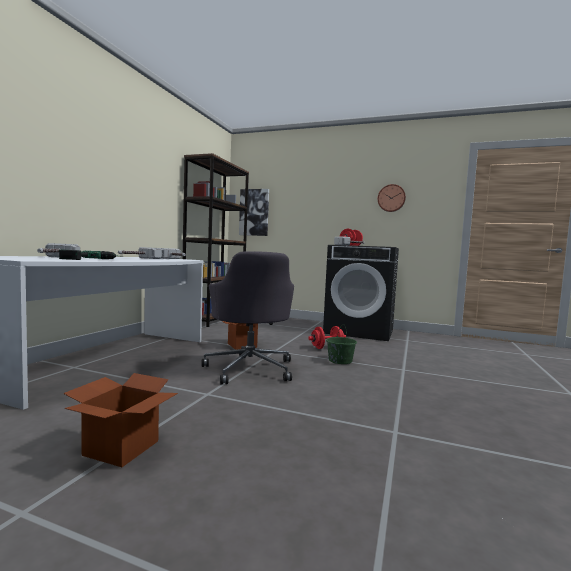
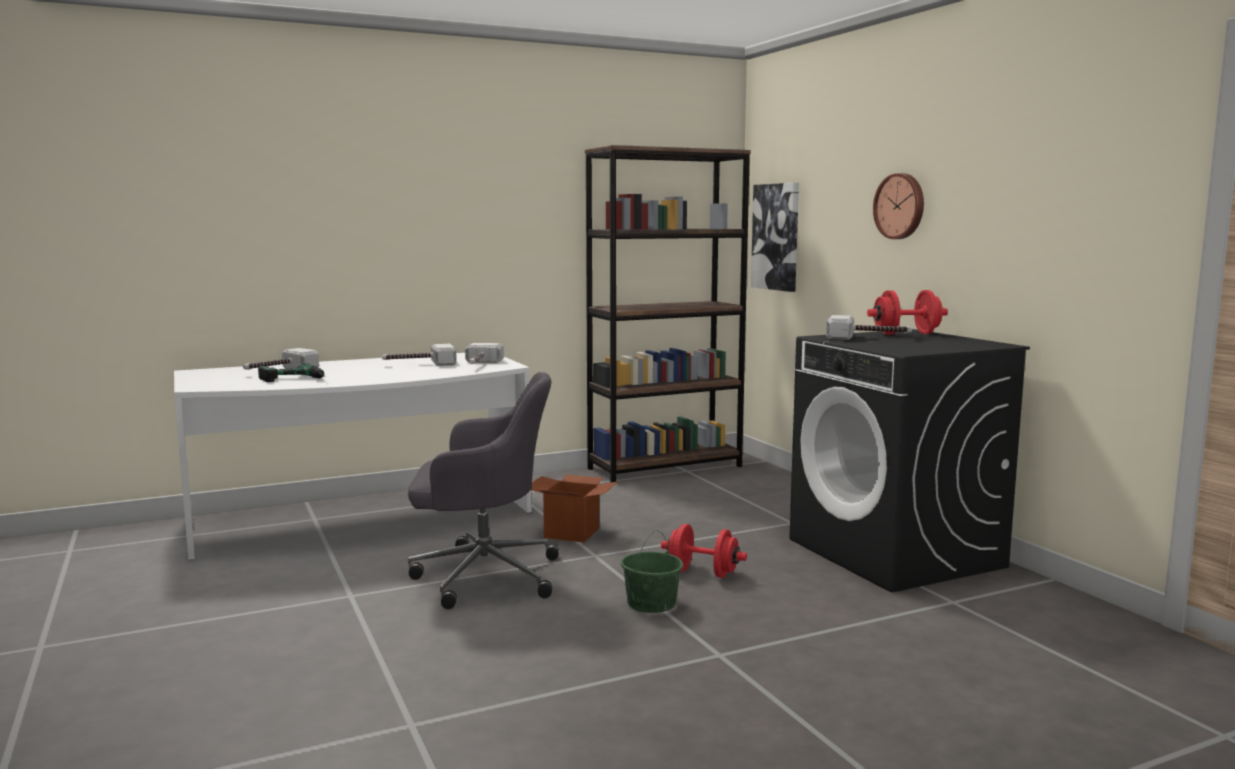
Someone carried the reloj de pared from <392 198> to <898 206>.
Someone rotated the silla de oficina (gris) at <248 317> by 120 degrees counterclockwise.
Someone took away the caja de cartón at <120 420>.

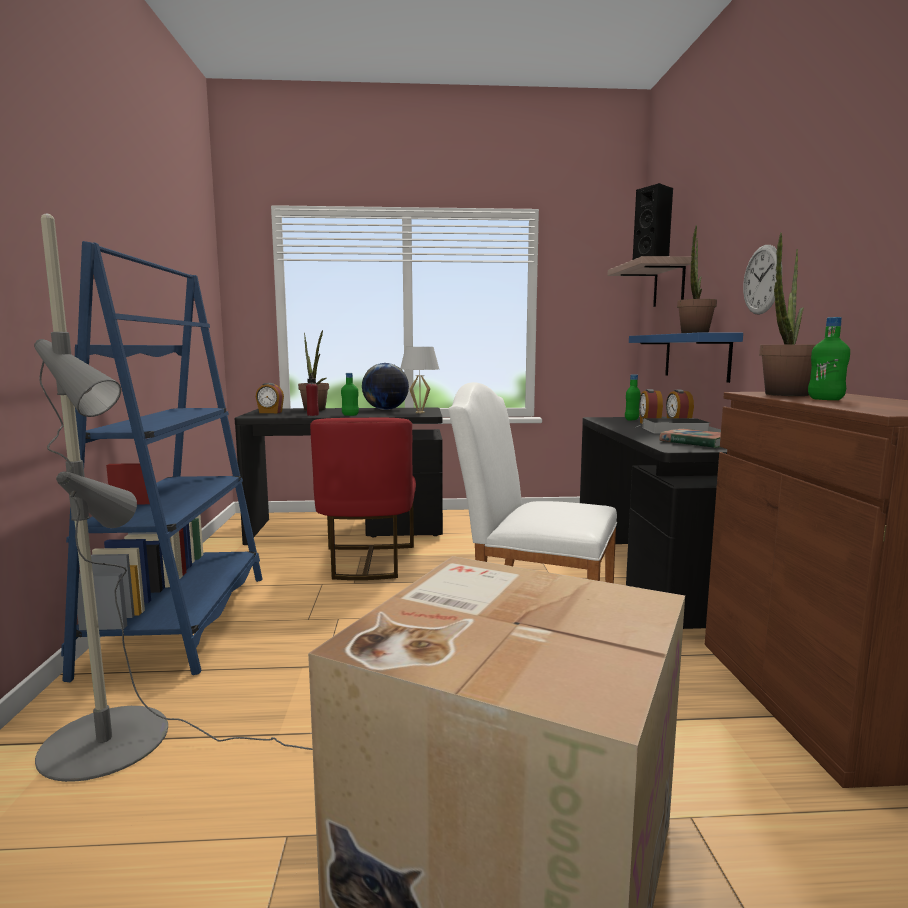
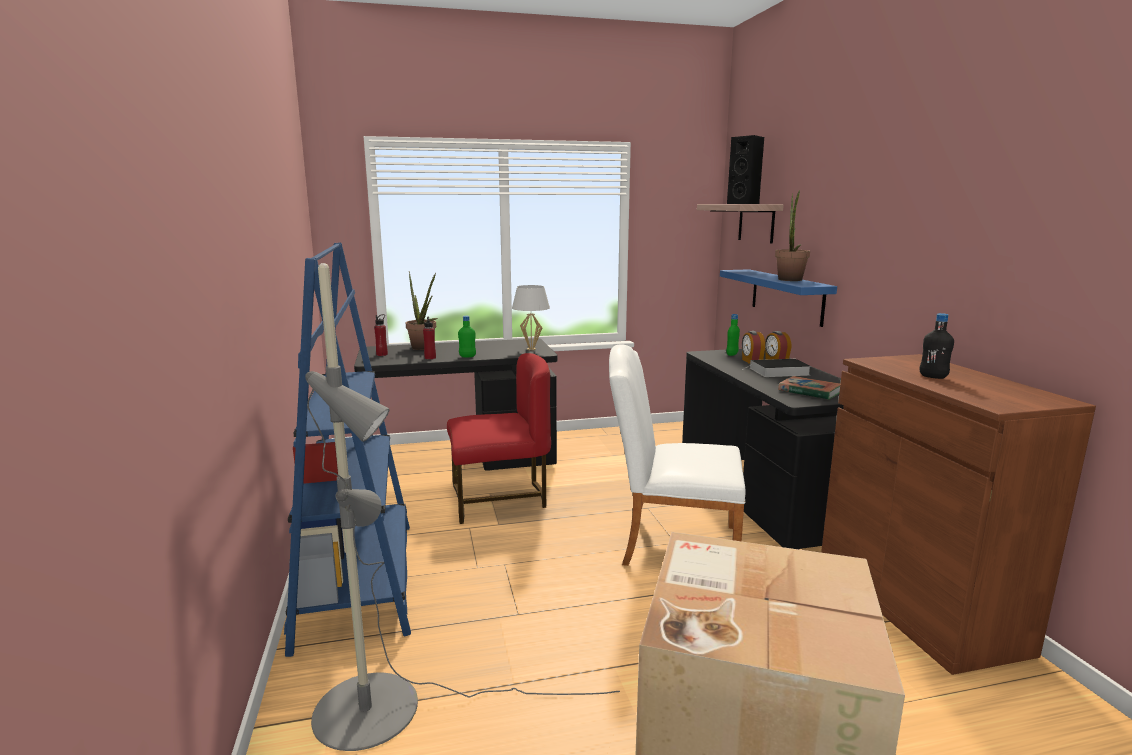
Someone took away the planta en maceta at <787 314>.
Someone took away the reloj de pared at <762 280>.
Someone repainted the botella (verde) at <829 358>, which became the botella (negro) at <936 346>.
Someone took away the globo terráqueo at <385 386>.
Someone swapped the despertador at <270 398> for the botella (rojo) at <381 335>.
Someone rotated the silla (rojo) at <363 499> by 90 degrees counterclockwise.

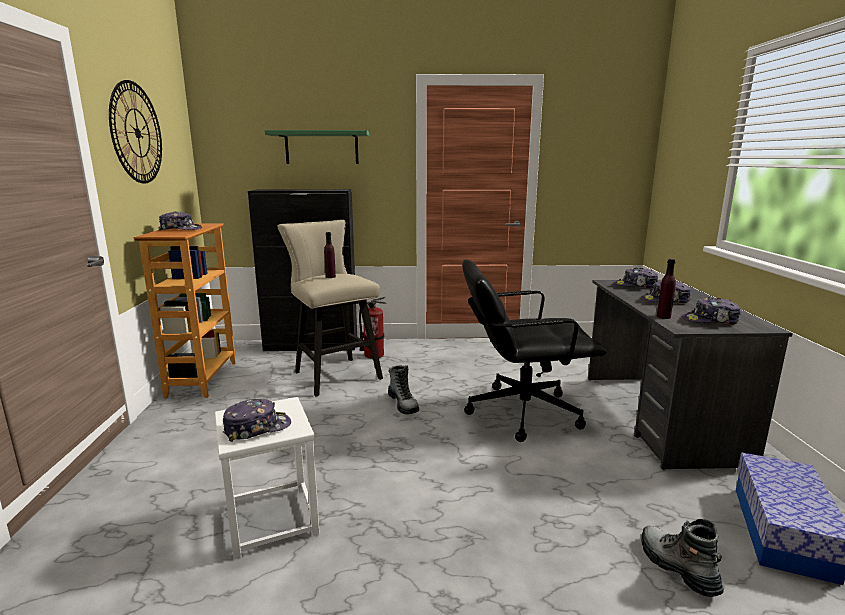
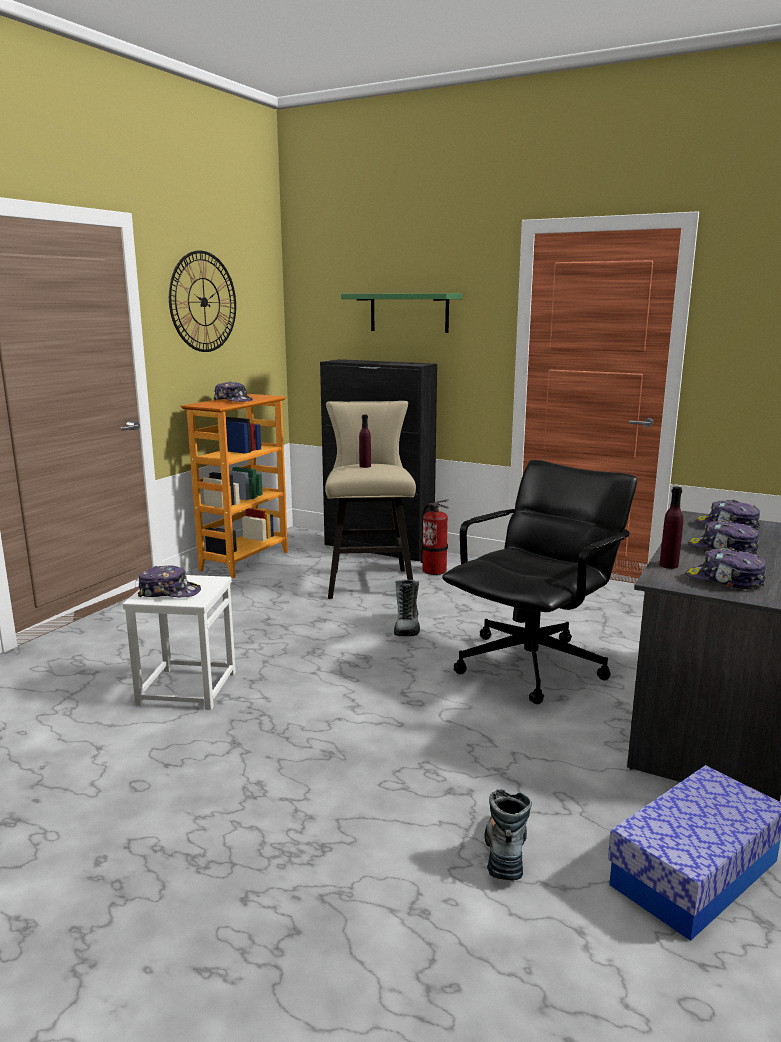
Someone rotated the silla de oficina (negro) at <534 350> by 105 degrees clockwise.

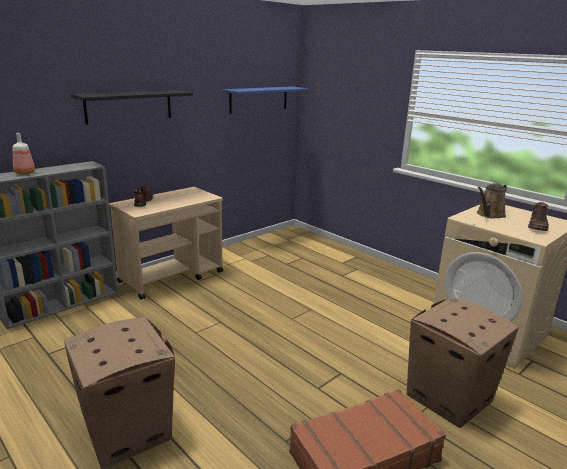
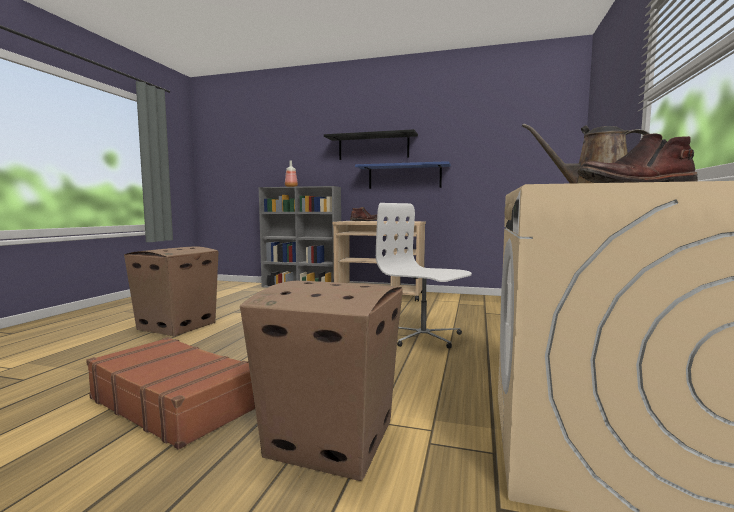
Someone carried the estante (azul) from <265 100> to <403 175>.
Someone put down the silla de oficina (blanco) at <424 276>.

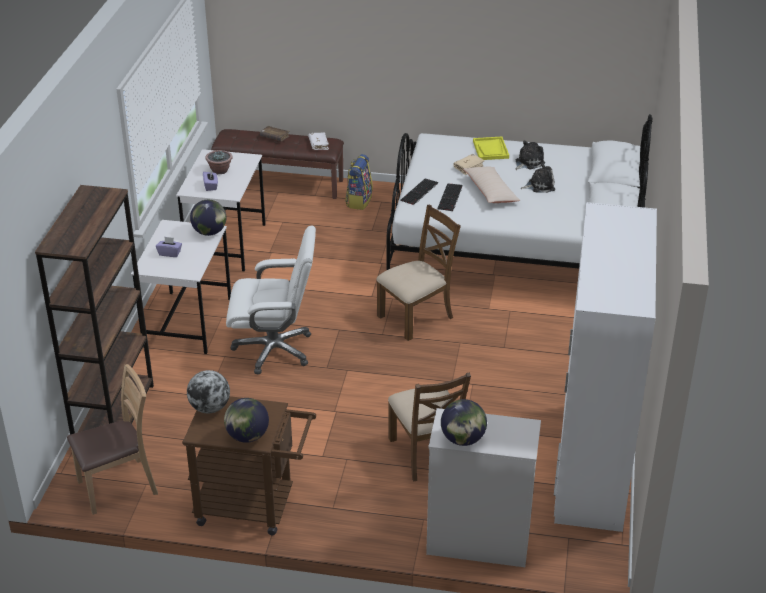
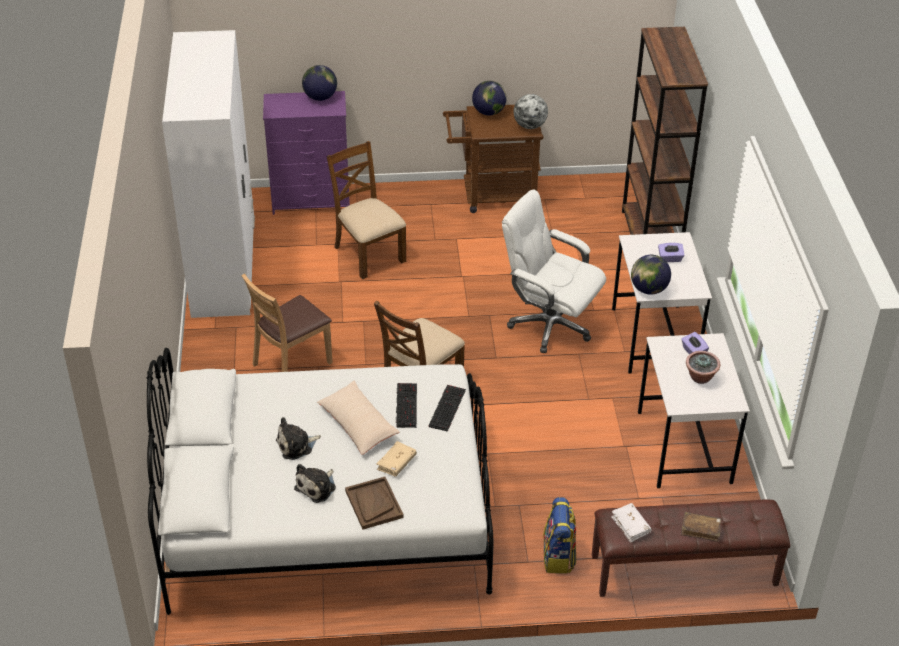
Someone repainted the bandeja (amarillo) at <491 148>, which became the bandeja (marrón) at <374 503>.
Someone rotated the silla de oficina (blanco) at <271 300> by 45 degrees clockwise.
Someone carried the silla (marrón) from <112 439> to <287 322>.
Someone repainted the cómoda (blanco) at <483 487>, which became the cómoda (morado) at <306 153>.

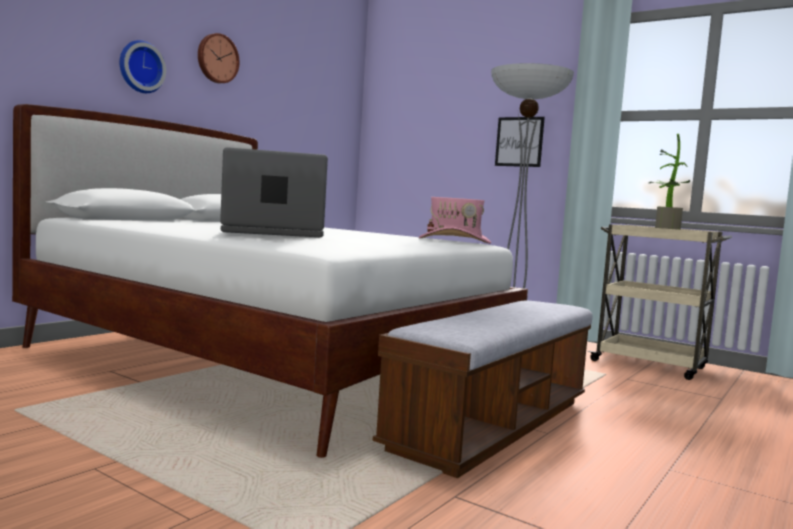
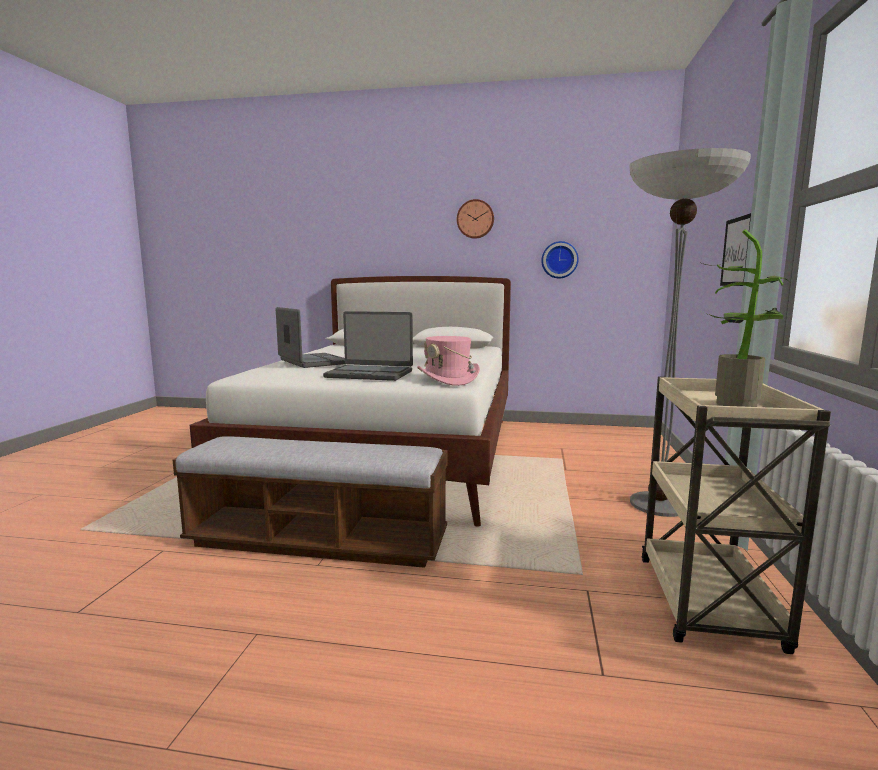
Someone carried the reloj de pared from <143 66> to <560 259>.
Someone put down the portátil at <368 346>.

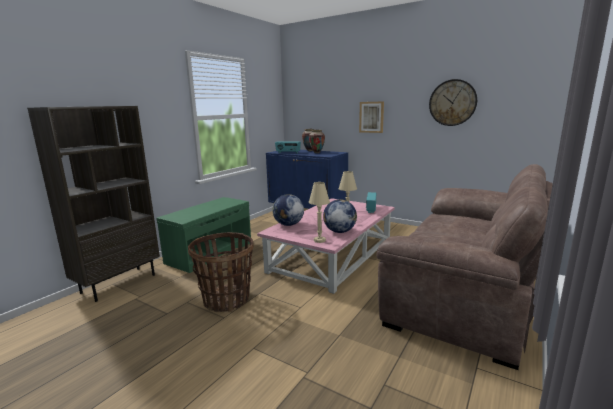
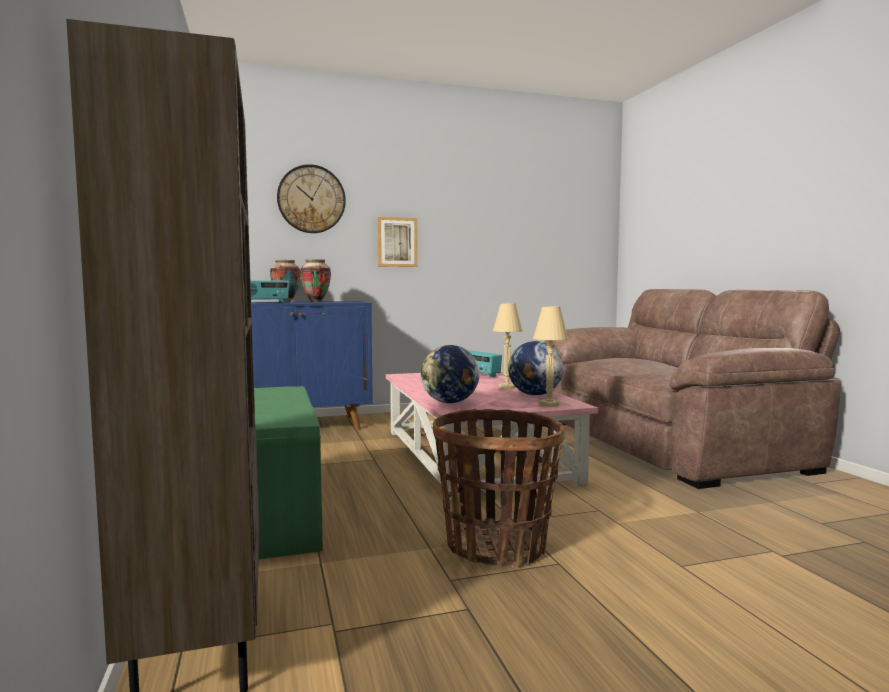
Someone carried the reloj de pared from <453 102> to <311 198>.

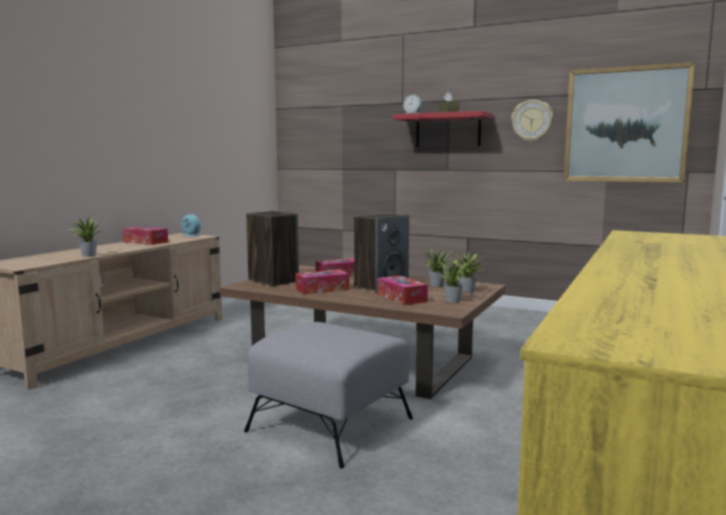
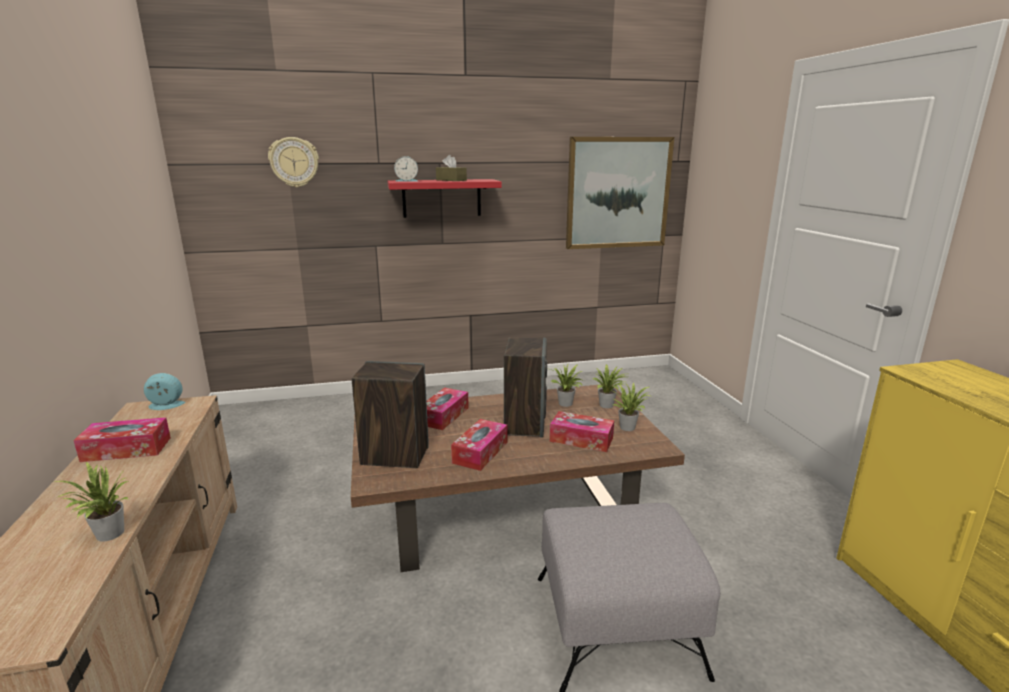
Someone carried the reloj de pared from <532 121> to <293 162>.

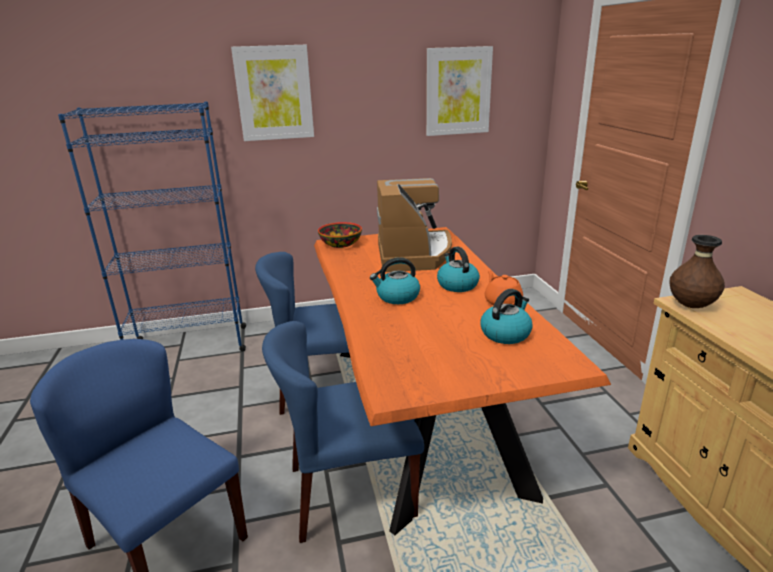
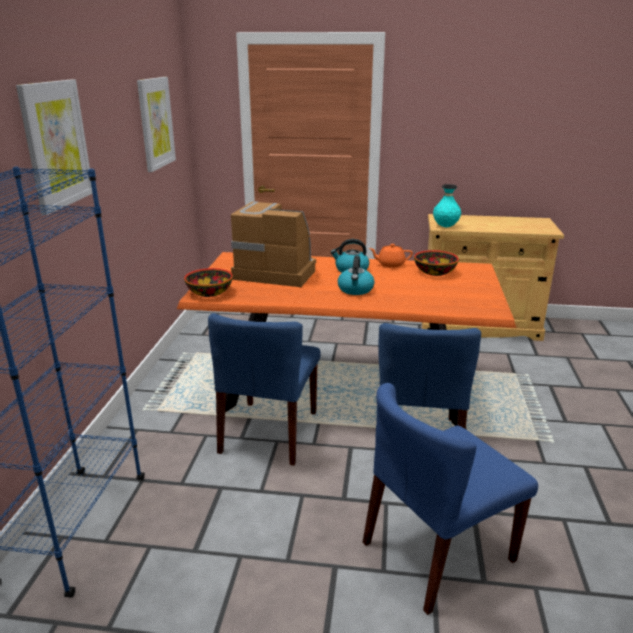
Someone repainted the florero (marrón) at <697 271>, which became the florero (turquesa) at <447 205>.
Someone swapped the hervidor at <506 316> for the cuenco at <436 263>.

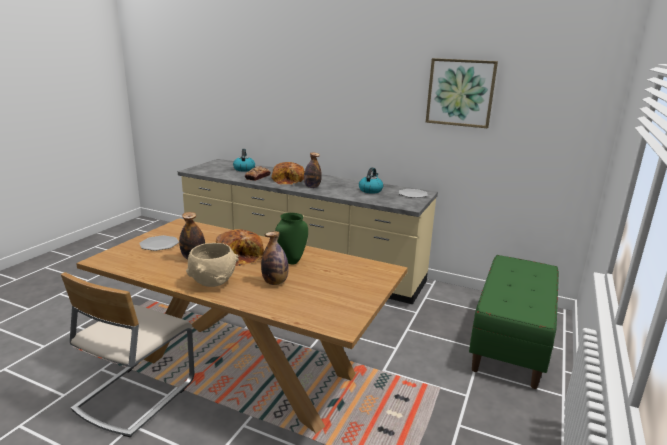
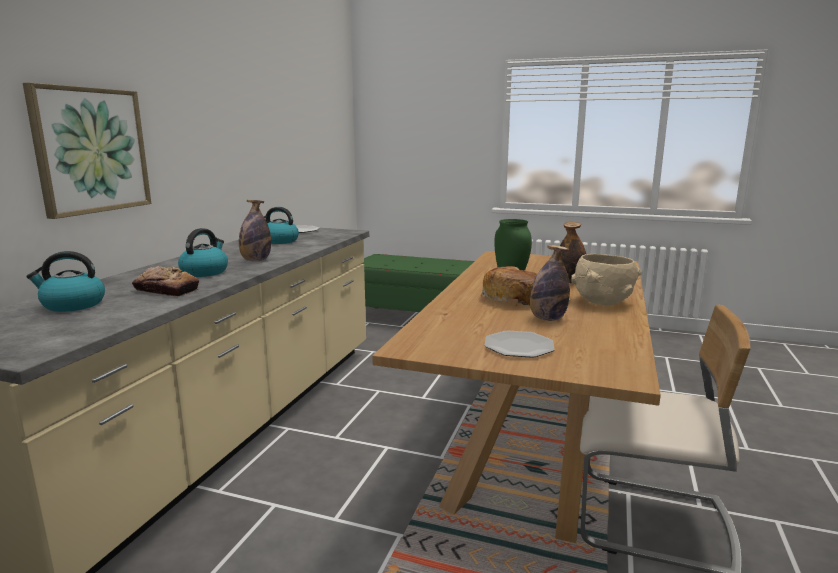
Someone carried the cuadro from <462 93> to <87 151>.
Someone swapped the pan at <287 173> for the hervidor at <203 252>.

